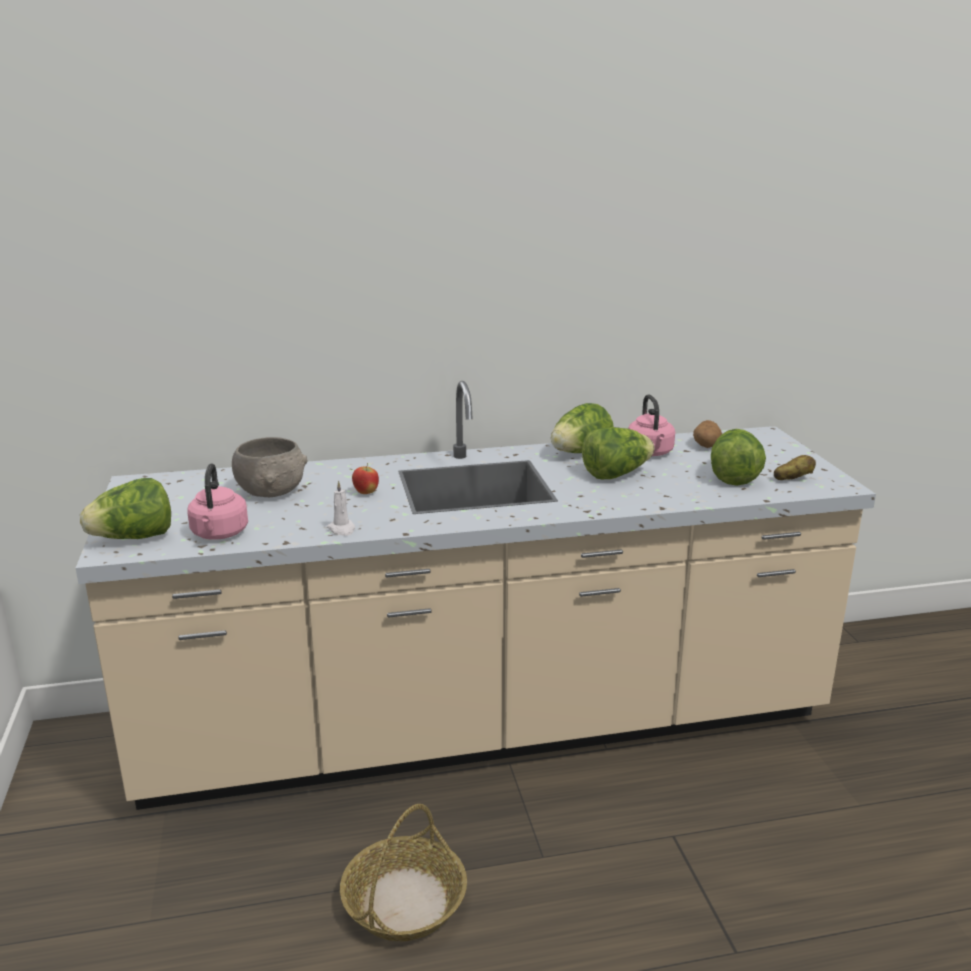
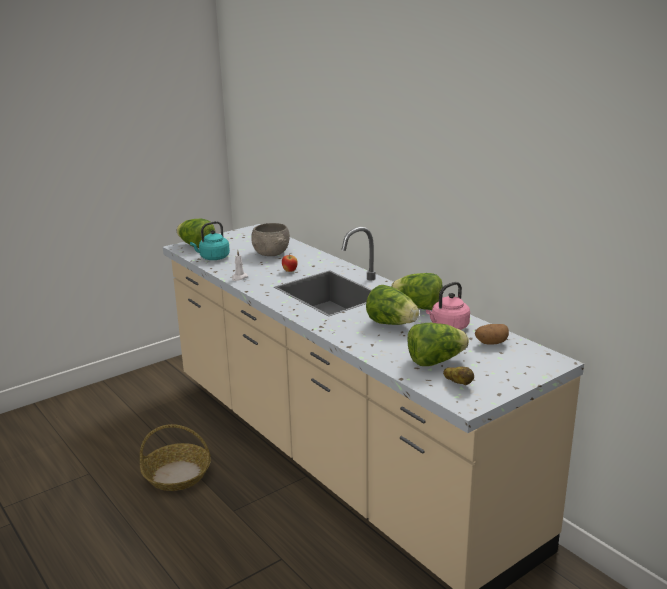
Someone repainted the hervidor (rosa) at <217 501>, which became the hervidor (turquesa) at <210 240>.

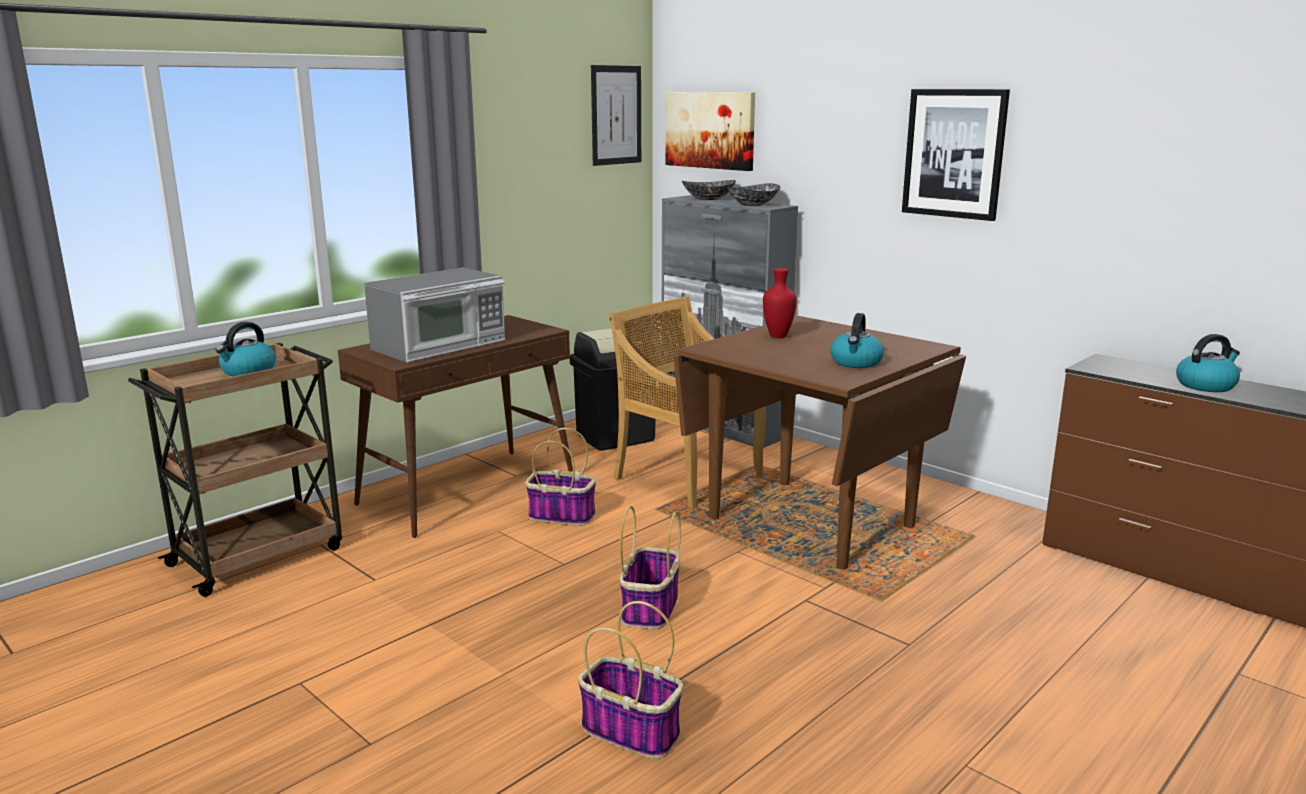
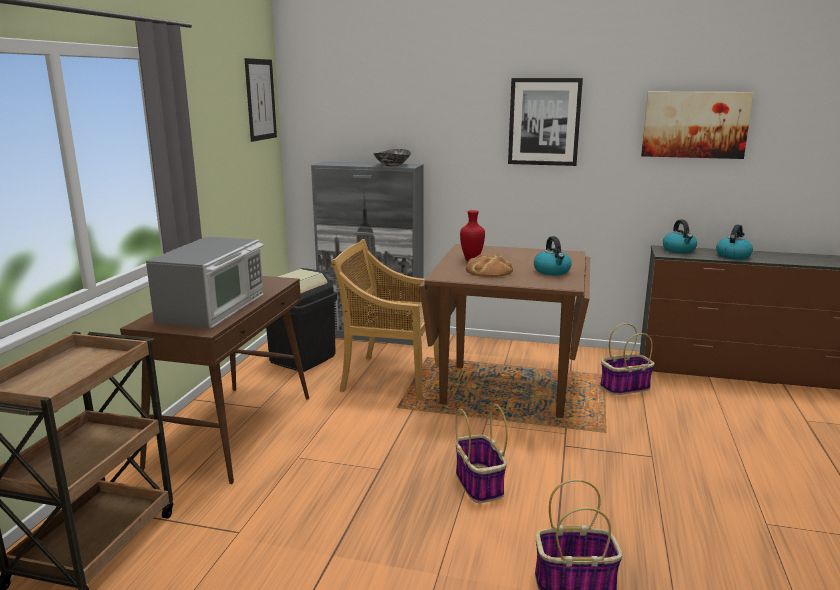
Someone carried the cuadro from <710 131> to <697 125>.
Someone took away the cuenco at <709 190>.
Someone carried the hervidor from <245 349> to <680 236>.
Someone carried the cesta from <560 477> to <627 359>.
Someone put down the pan at <489 265>.

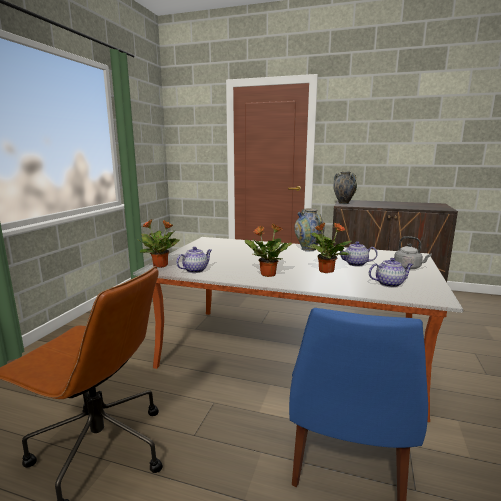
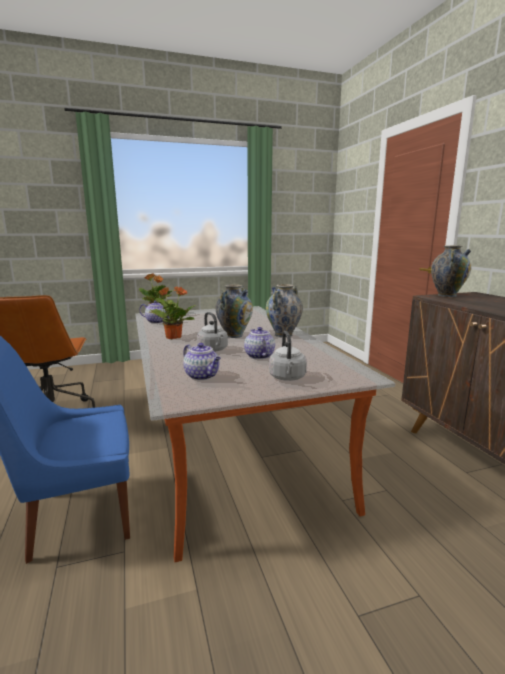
Someone swapped the planta en maceta at <329 248> for the hervidor (gris) at <212 332>.
Someone put down the florero at <234 311>.

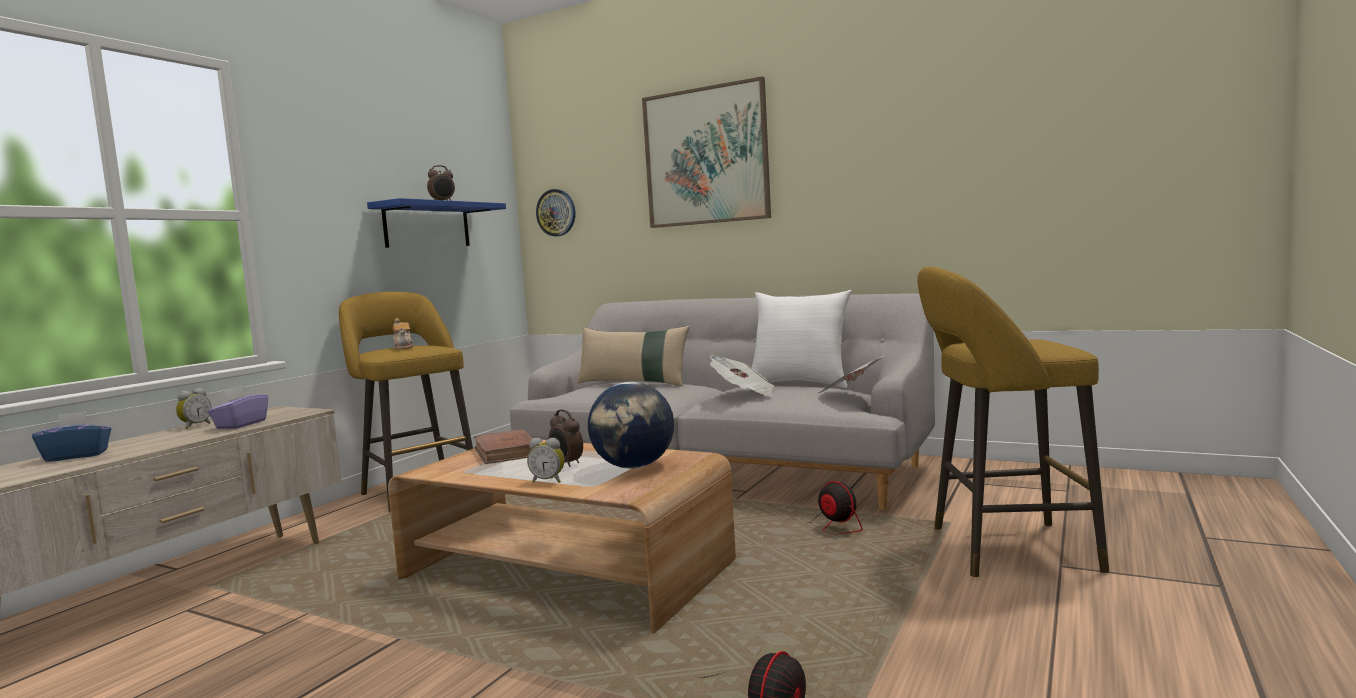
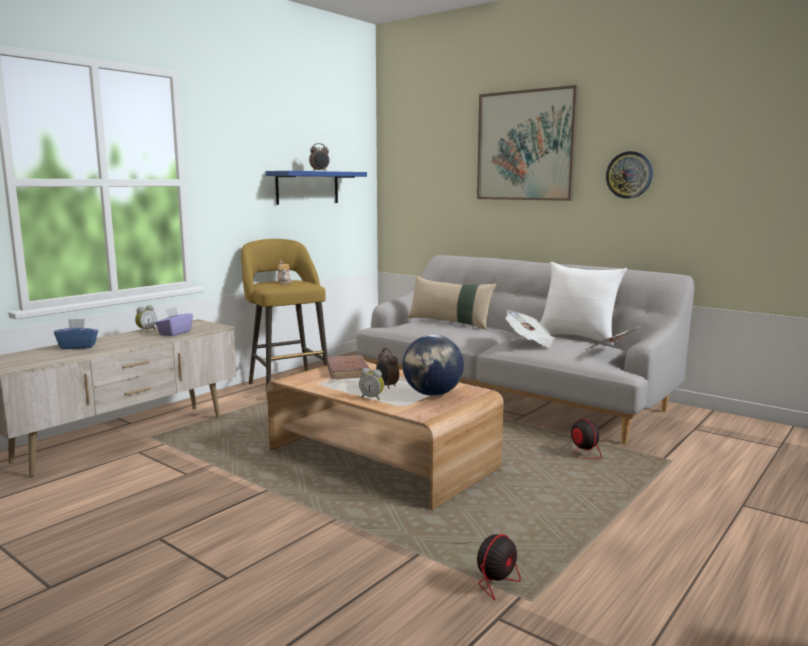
Someone carried the reloj de pared from <555 212> to <629 175>.
Someone took away the taburete (amarillo) at <1013 421>.

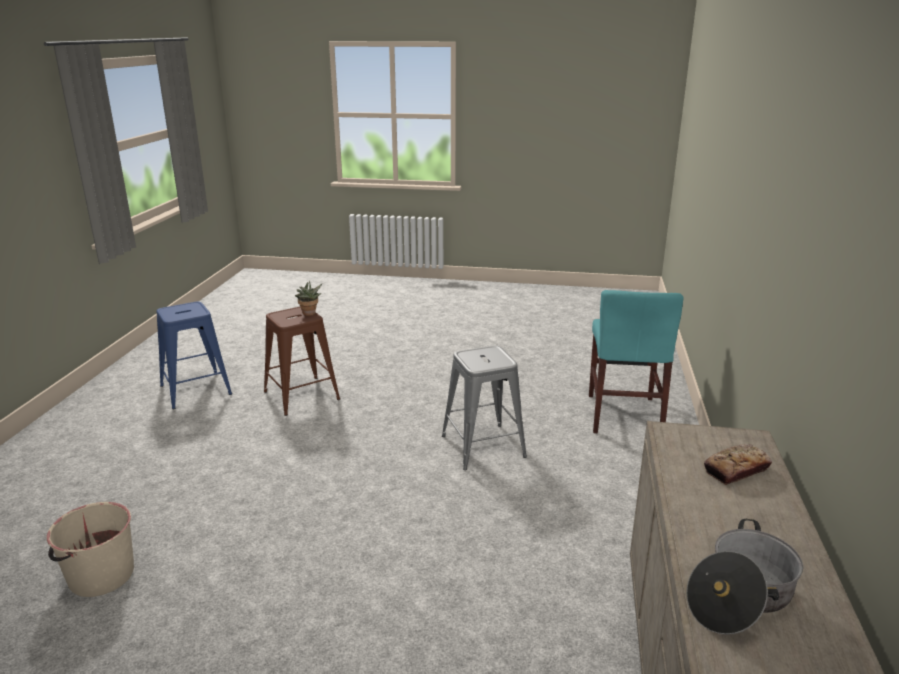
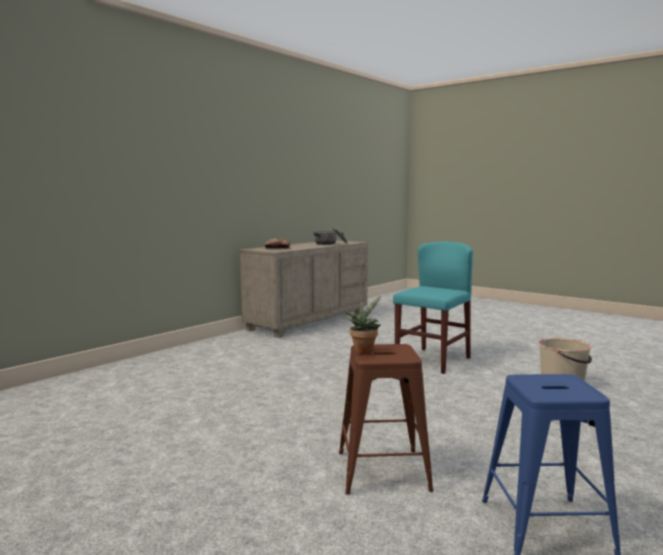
Someone carried the silla (turquesa) from <636 361> to <433 308>.
Someone took away the taburete (gris) at <484 408>.

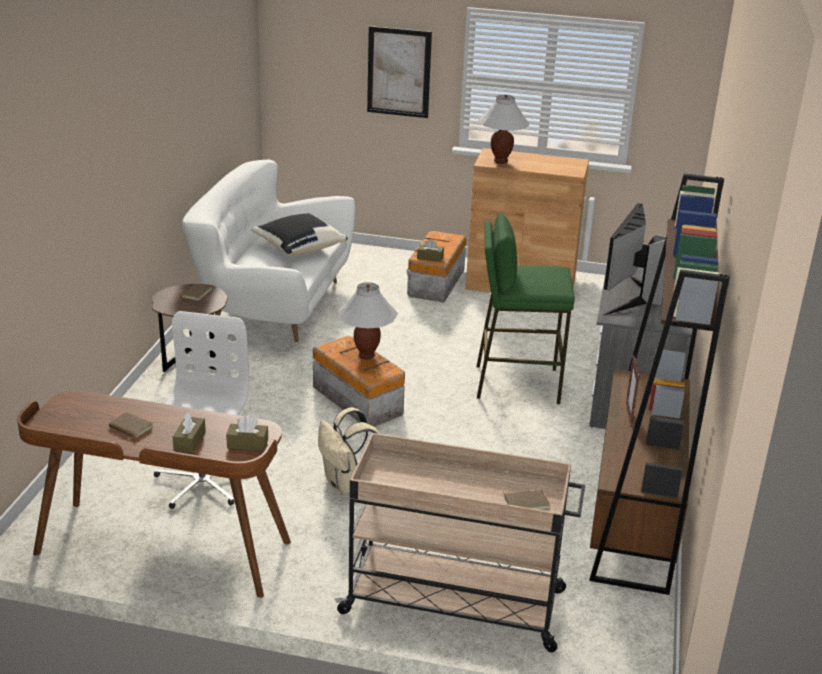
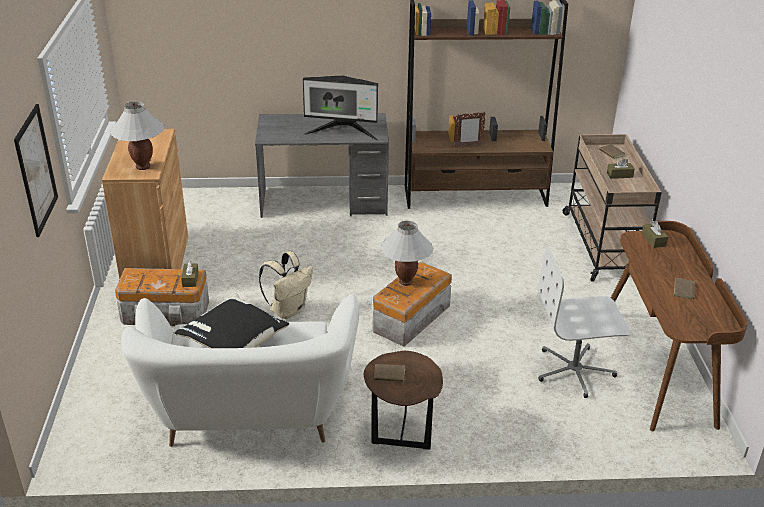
Someone took away the taburete (verde) at <526 308>.
Someone carried the mochila (beis) from <349 451> to <286 285>.
Someone carried the caja de pañuelos (marrón) from <189 433> to <621 168>.

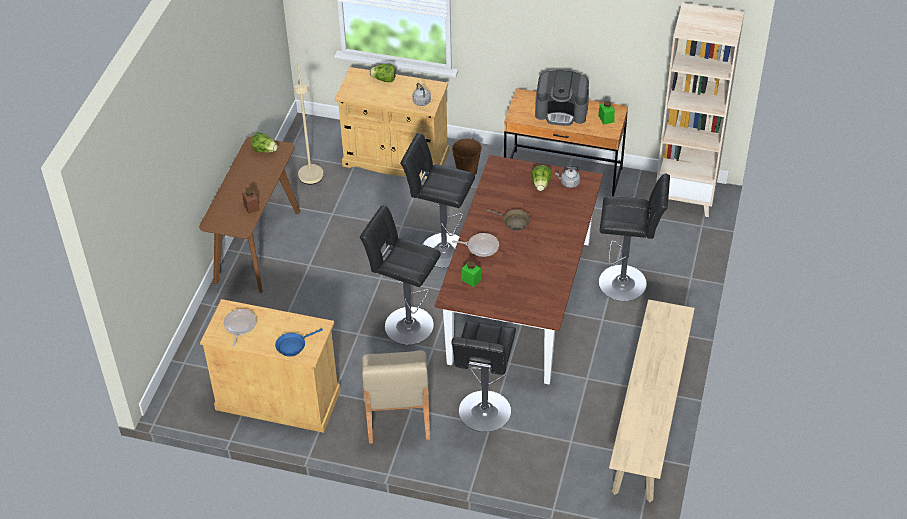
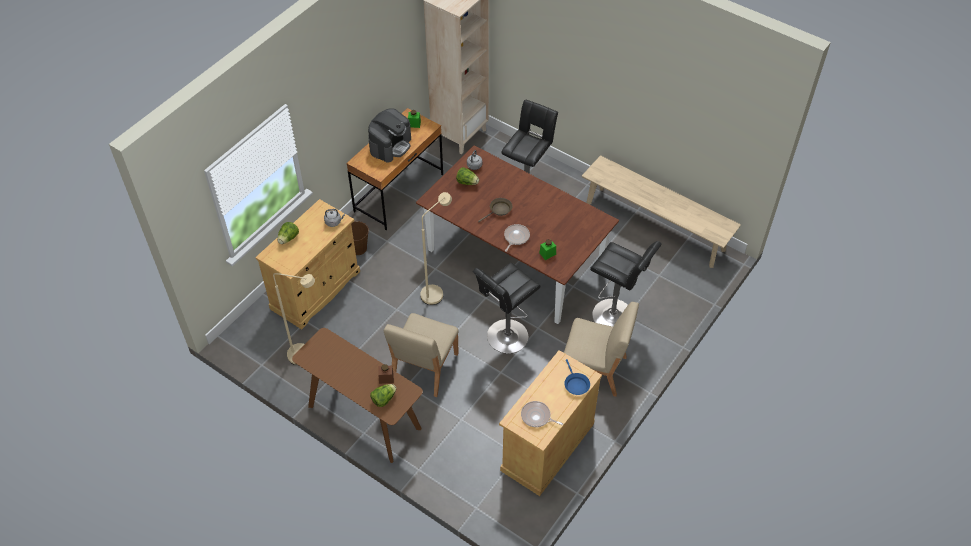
Someone carried the lechuga from <264 142> to <383 395>.
Someone swapped the taburete (negro) at <437 200> for the lámpara de pie (beis) at <436 248>.
Someone put down the silla (beis) at <421 355>.

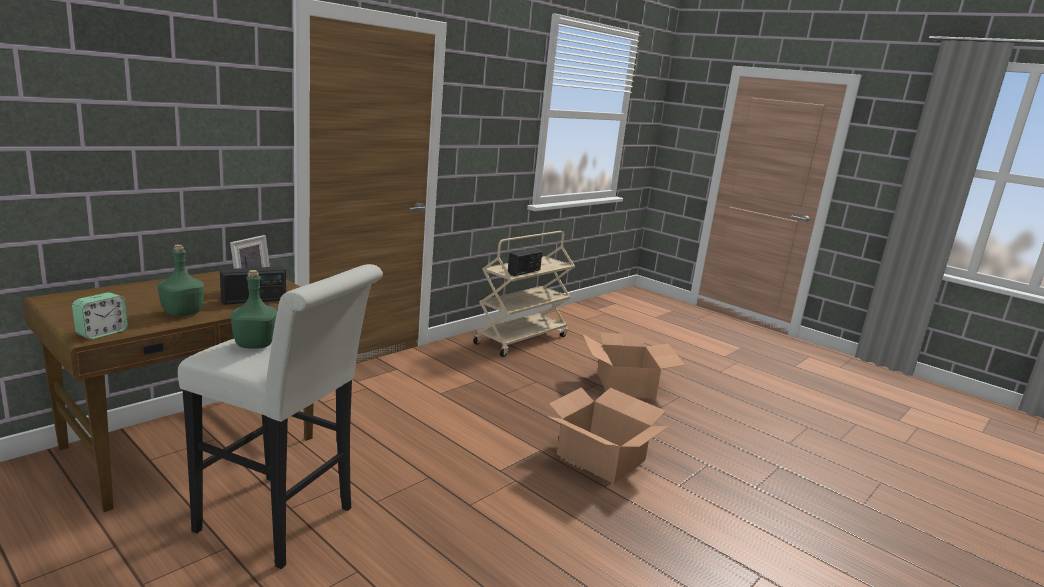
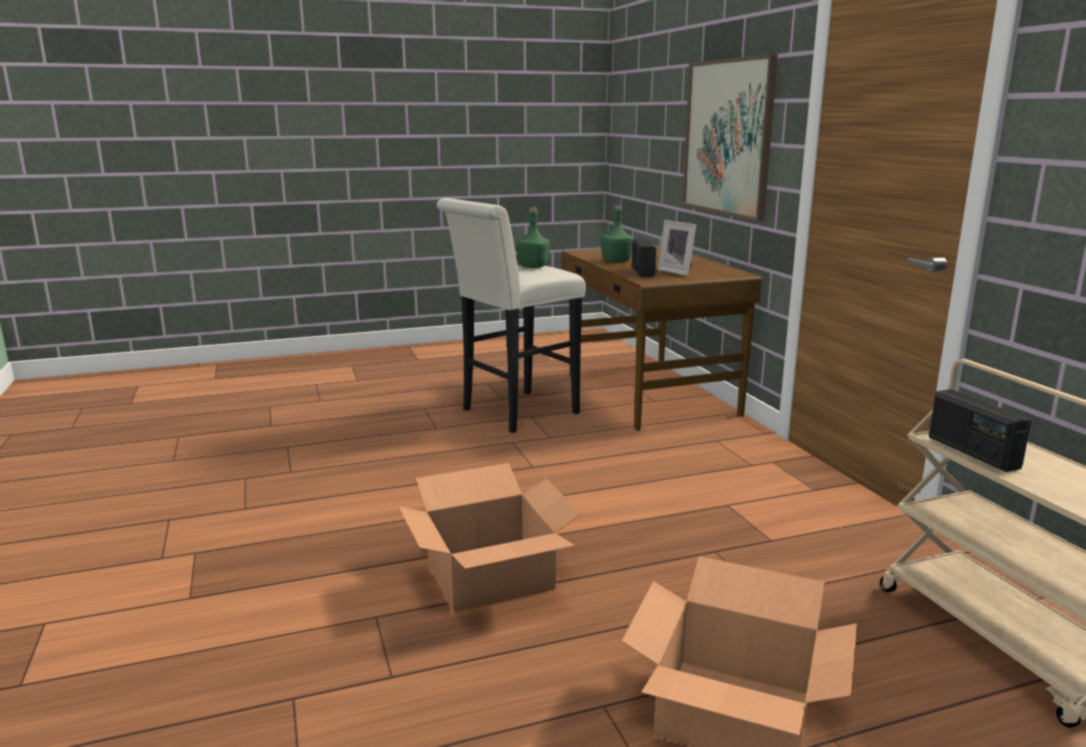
Someone took away the despertador at <100 315>.
Someone put up the cuadro at <730 137>.

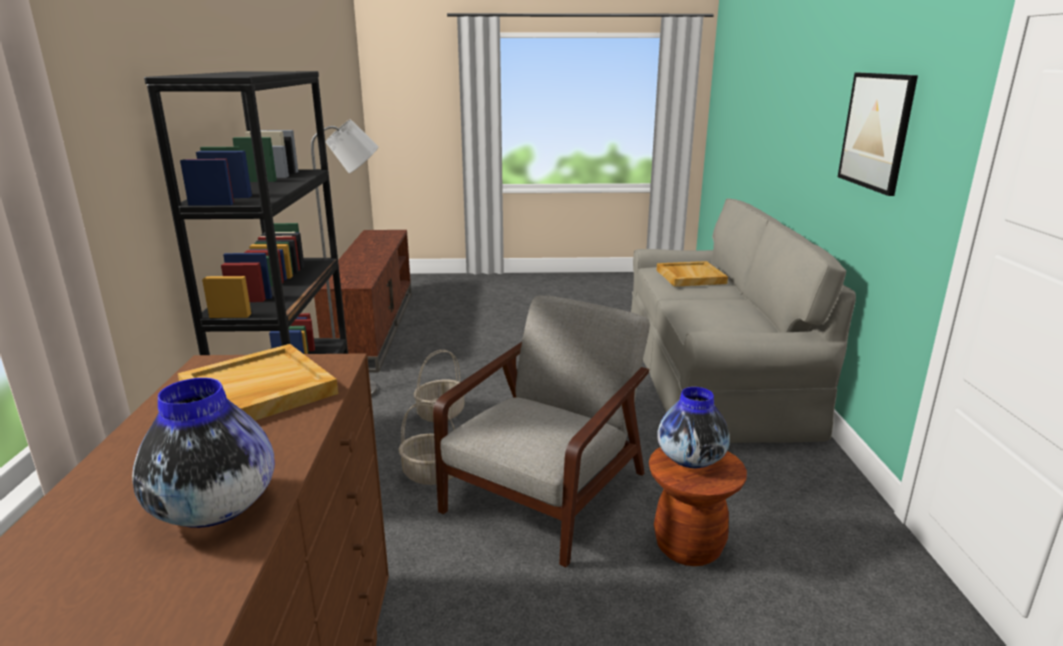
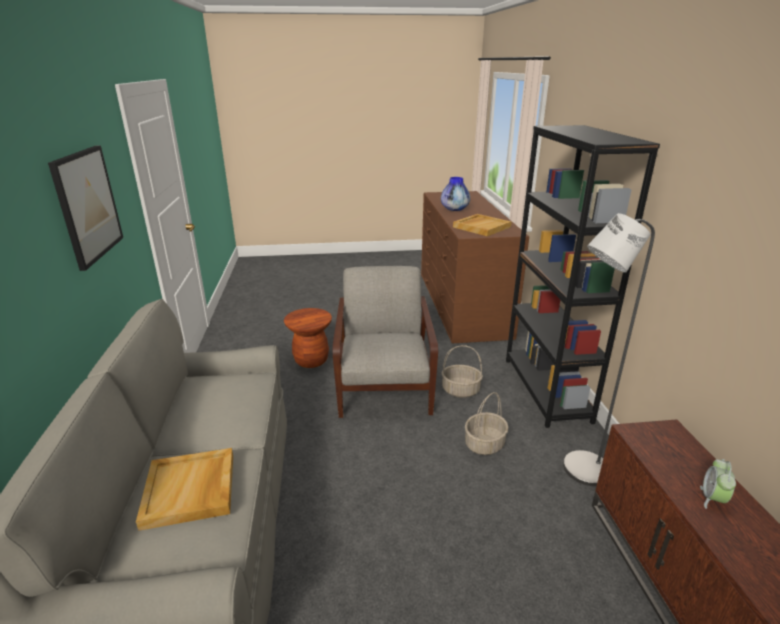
Someone rotated the sillón (gris) at <541 431> by 150 degrees clockwise.
Someone took away the florero at <693 427>.
Someone put down the despertador at <718 484>.

